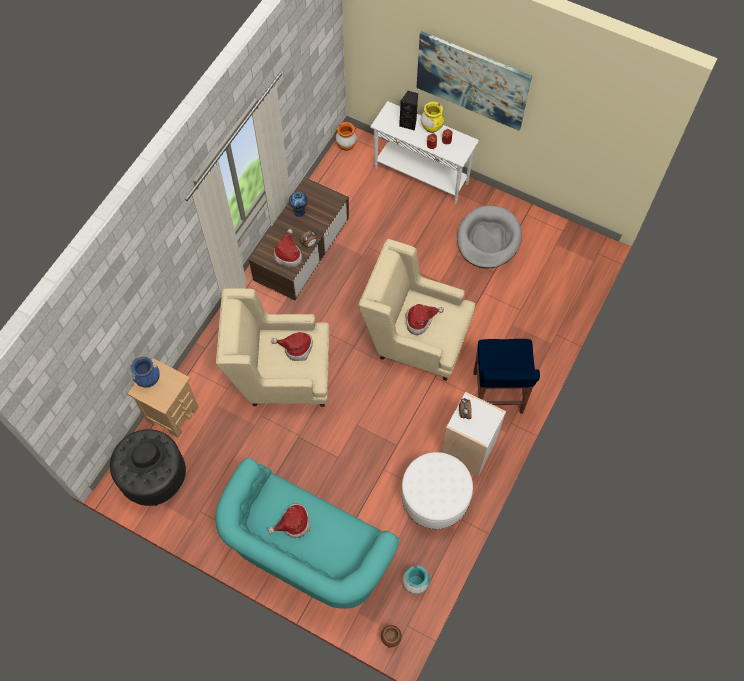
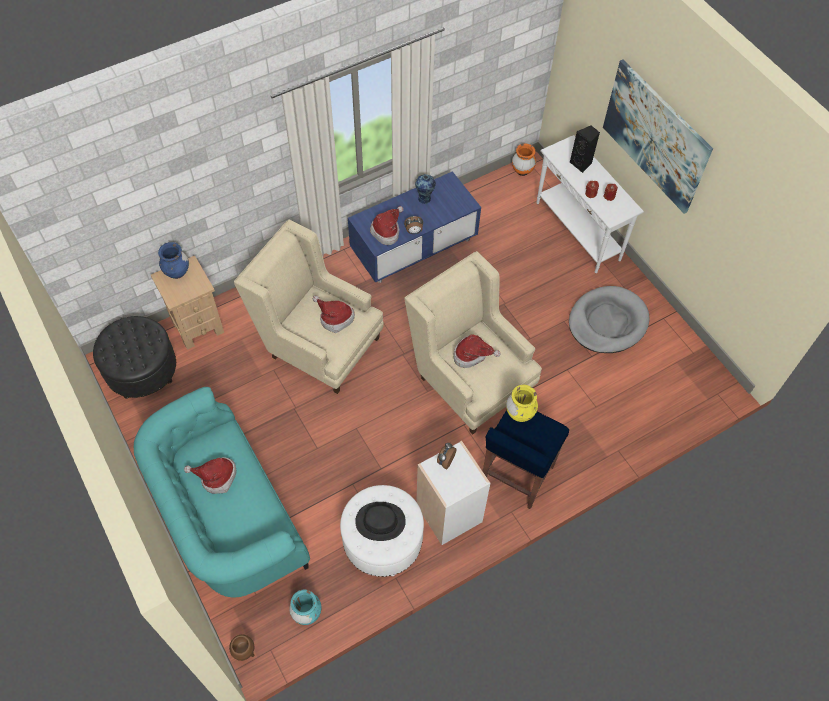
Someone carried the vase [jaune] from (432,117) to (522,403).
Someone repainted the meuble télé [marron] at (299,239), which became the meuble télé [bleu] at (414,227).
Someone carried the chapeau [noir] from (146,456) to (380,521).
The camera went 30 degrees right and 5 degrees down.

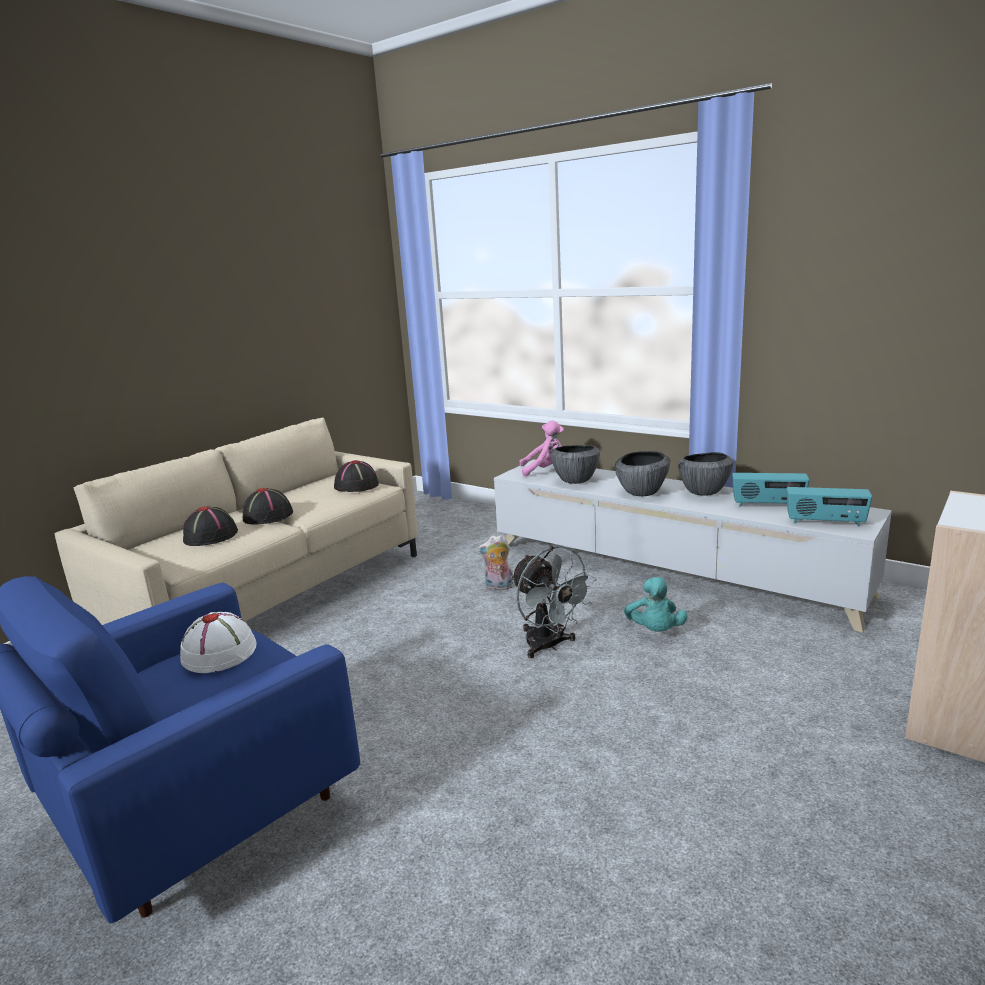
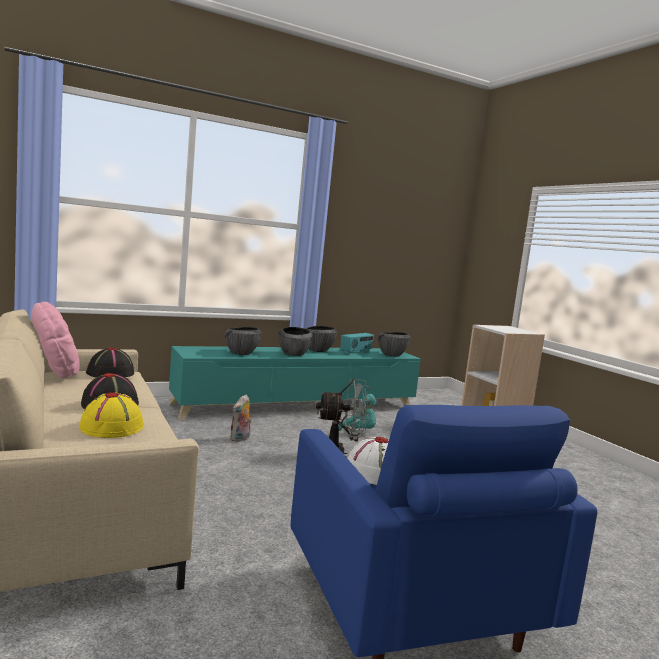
Someone took away the peluche [rose] at (541,448).
Someone repainted the meuble télé [blanc] at (693,546), which became the meuble télé [turquoise] at (295,383).
Someone swapped the radio at (829,506) for the bol at (394,344).
Someone repainted the chapeau [noir] at (210,526), which became the chapeau [jaune] at (111,415).
Someone put down the coussin [rose] at (55,340).
The camera went 65 degrees left and 10 degrees down.

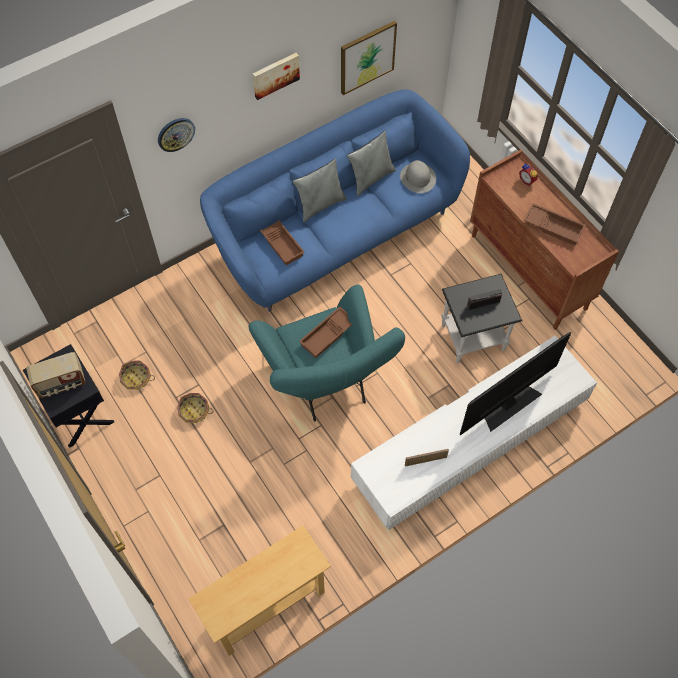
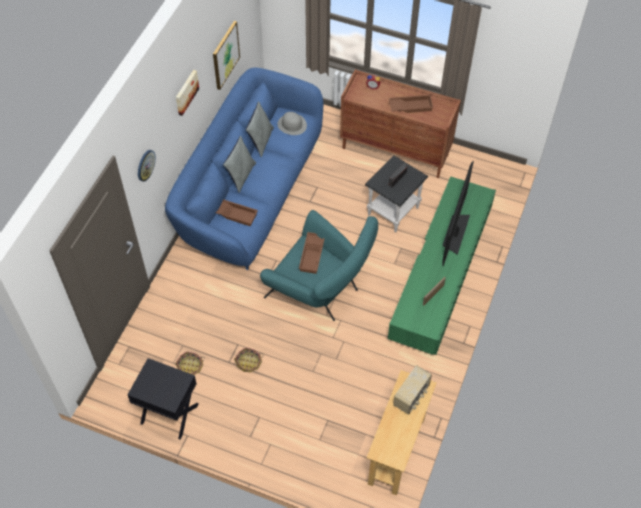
Someone repainted the meuble télé [blanc] at (474,433), which became the meuble télé [vert] at (442,265).
Someone carried the radio from (56,375) to (412,390).
The camera went 35 degrees left and 5 degrees down.

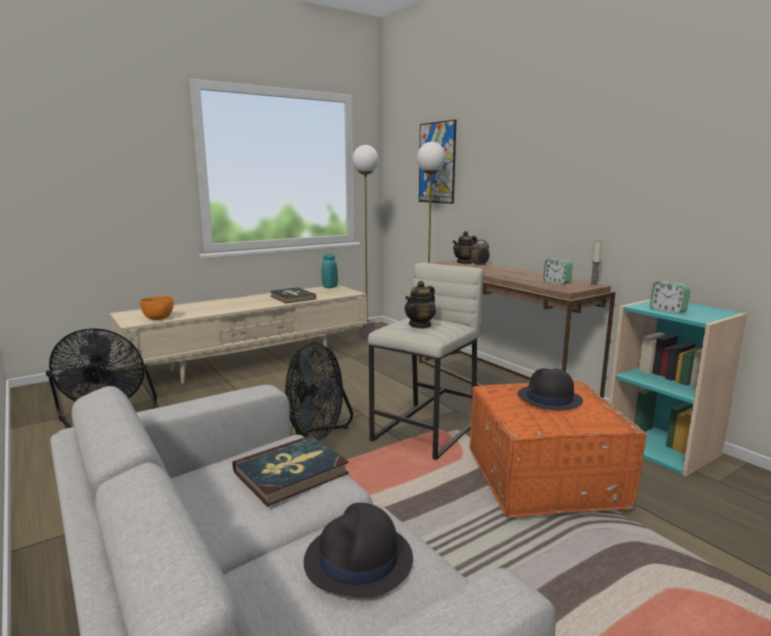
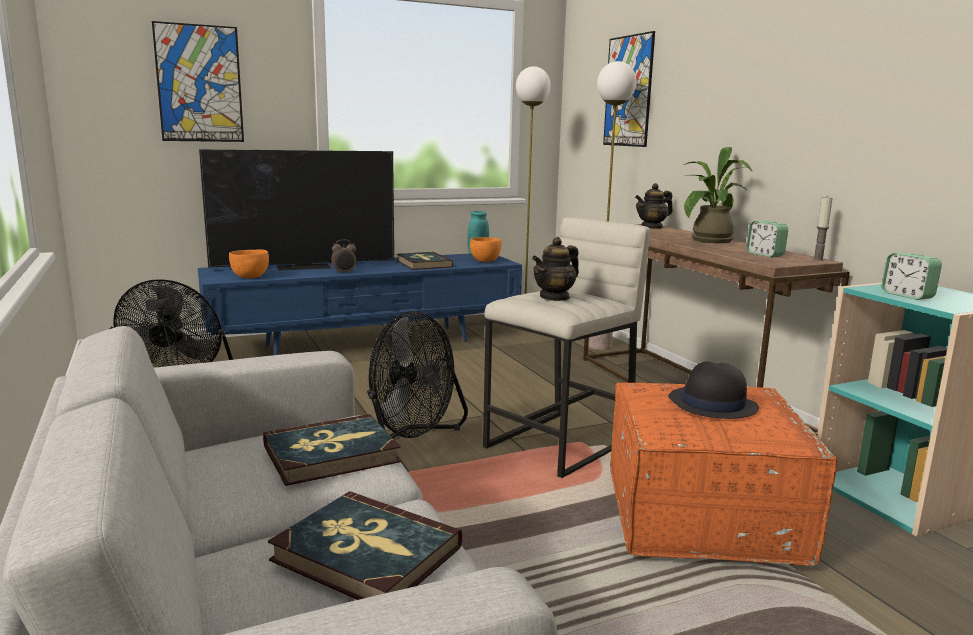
Someone carried the réveil from (480,253) to (343,256).
Someone repainted the meuble télé [beige] at (238,334), which became the meuble télé [bleu] at (360,304).
Someone swapped the chapeau [noir] at (358,549) for the livre at (365,545).
Someone put up the tableau at (198,81).
Someone put down the plante en pot at (717,195).
Someone put down the téléviseur at (296,210).
Someone put down the bol [orange] at (485,249).
The camera went 10 degrees right and 0 degrees up.

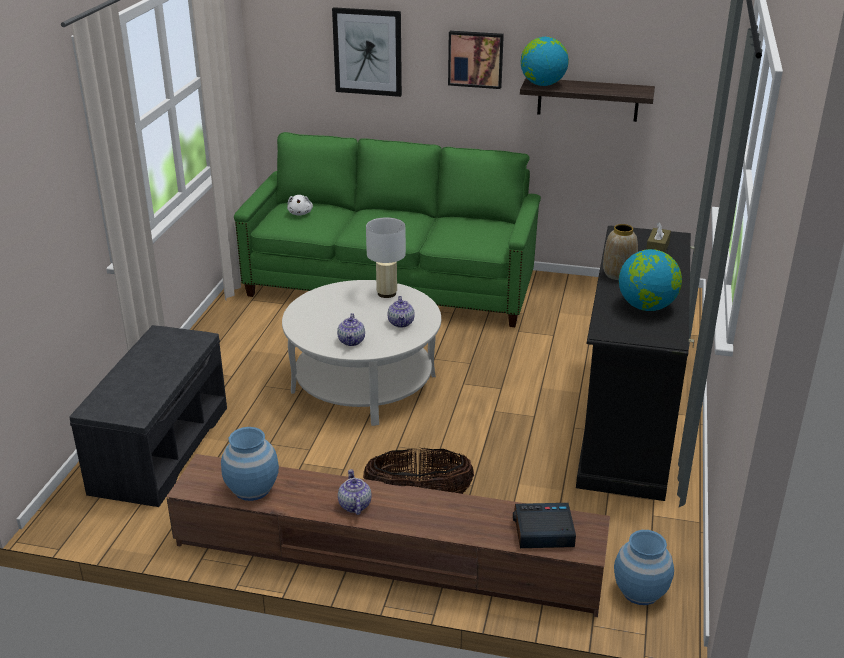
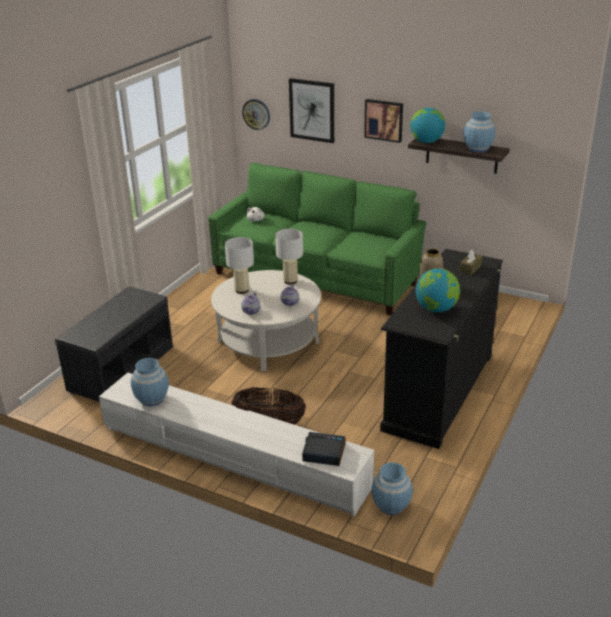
Someone repainted the meuble télé [marron] at (388,535), which became the meuble télé [blanc] at (237,445).
Someone took away the théière at (355,492).
Someone put up the horloge murale at (256,114).
Someone put down the vase [bleu] at (479,132).
Someone put down the lampe de table [blanc] at (239,265).
The camera went 15 degrees right and 0 degrees up.

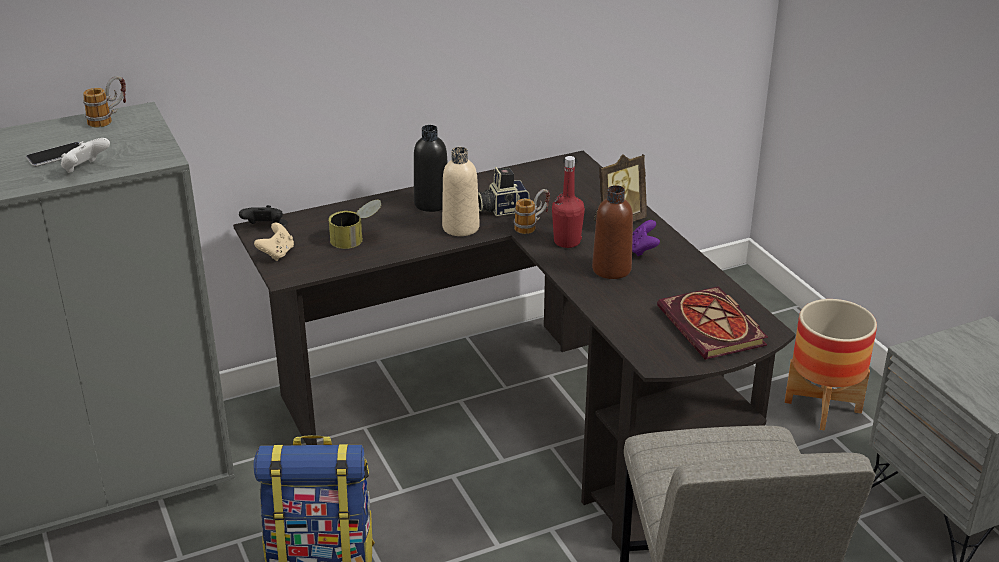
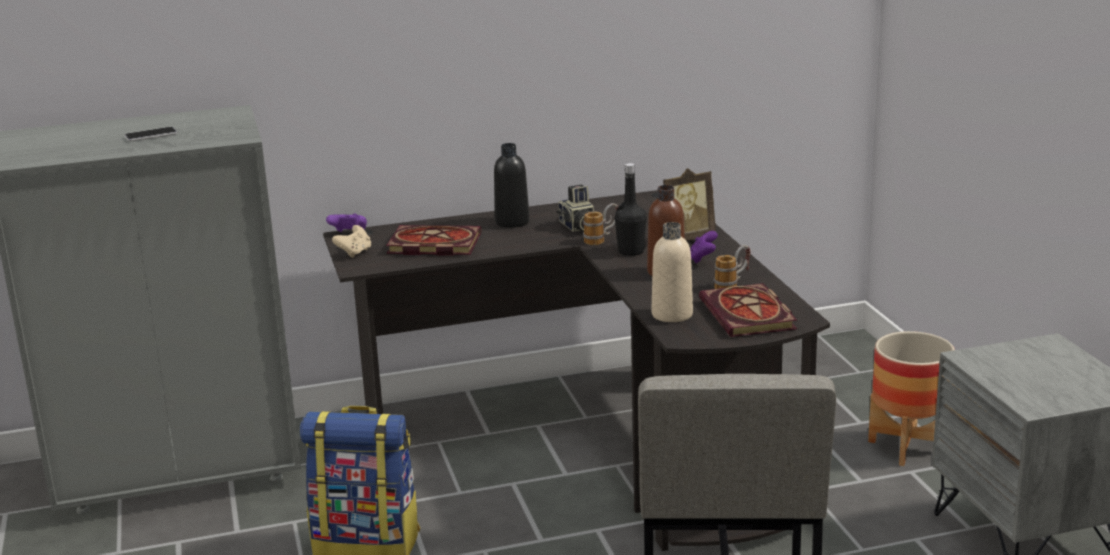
Someone carried the mug from (104,101) to (732,267).
Someone took away the manette [blanc] at (85,155).
Someone carried the bouteille [beige] from (461,191) to (672,272).
Someone repainted the bouteille [rouge] at (568,202), which became the bouteille [noir] at (631,209).
Someone rotated the appareil photo at (504,191) by 105 degrees counterclockwise.
Someone swapped the boîte métallique at (354,224) for the livre at (433,240).
Someone repainted the manette [noir] at (261,214), which became the manette [violet] at (346,222).
The camera went 10 degrees right and 10 degrees down.

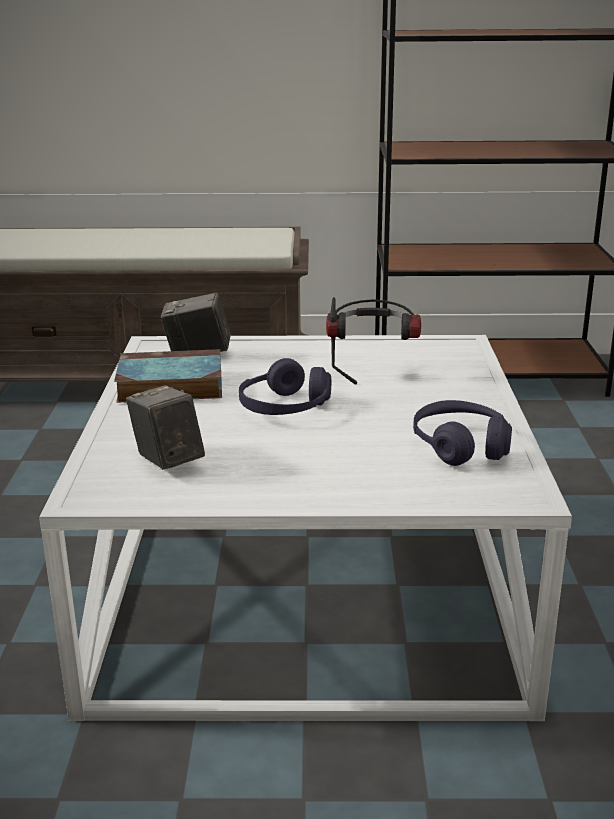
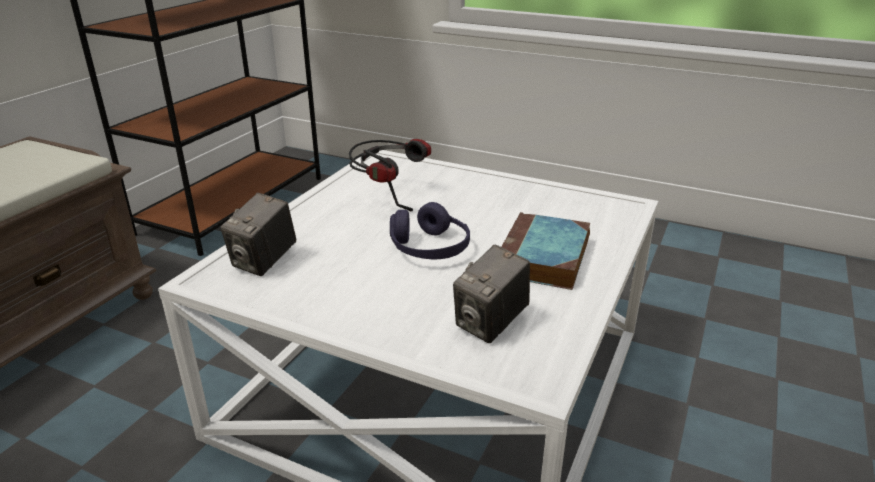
Someone carried the livre from (168,376) to (546,251).
Someone rotated the appareil photo at (165,427) by 45 degrees counterclockwise.
Someone took away the casque audio [violet] at (462,433).
The camera went 65 degrees left and 5 degrees up.

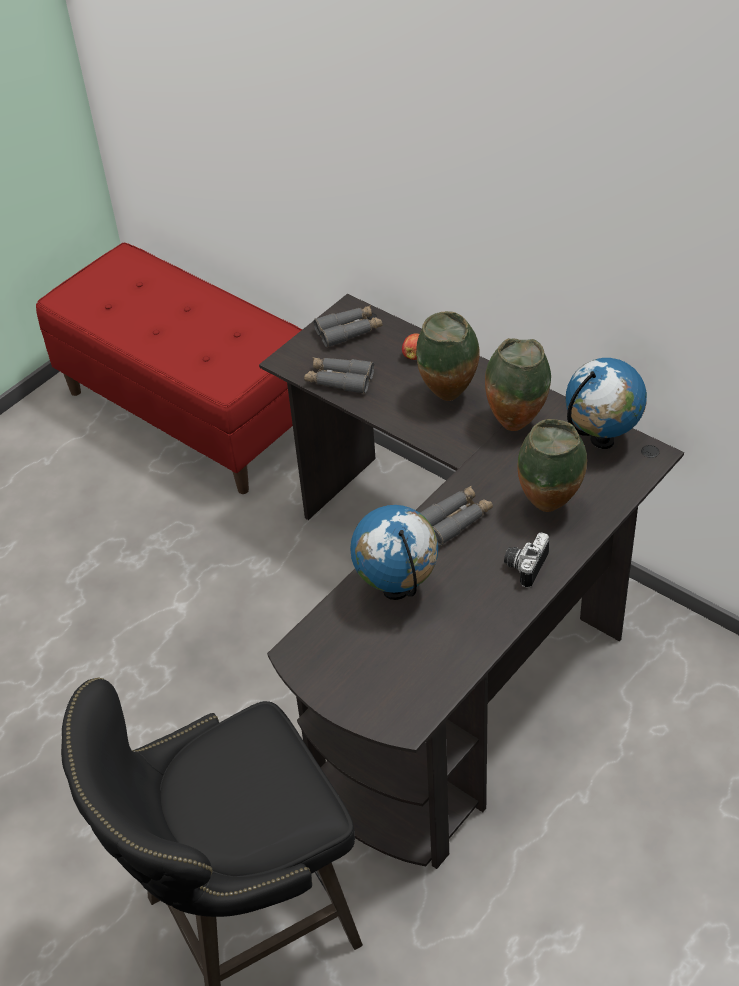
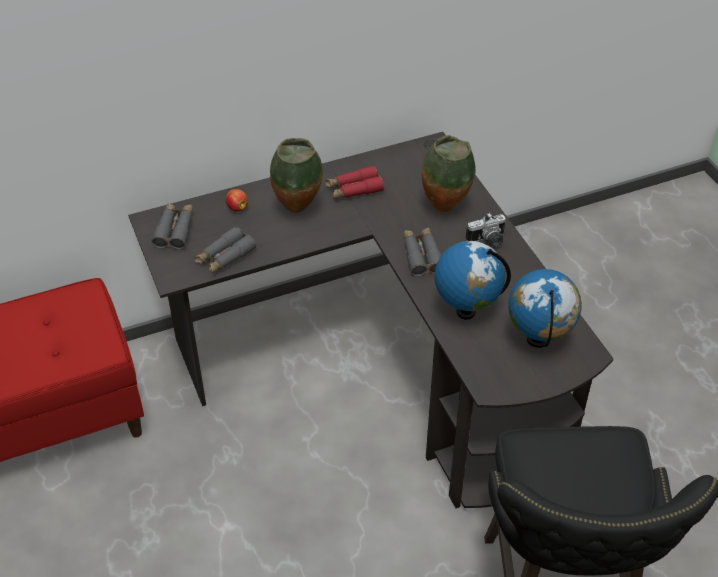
Someone swapped the vase at (518,384) for the jumelles [rouge] at (354,182).
Someone carried the globe from (606,403) to (545,308).
Someone rotated the appareil photo at (526,560) by 75 degrees counterclockwise.
The camera went 65 degrees left and 0 degrees up.

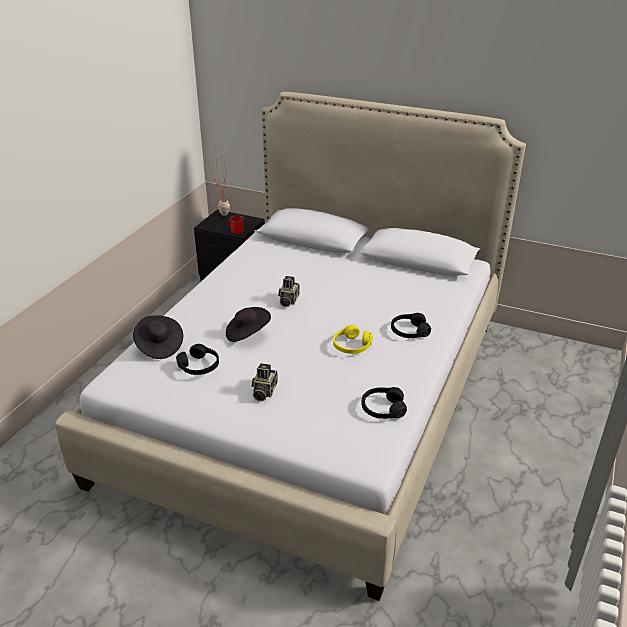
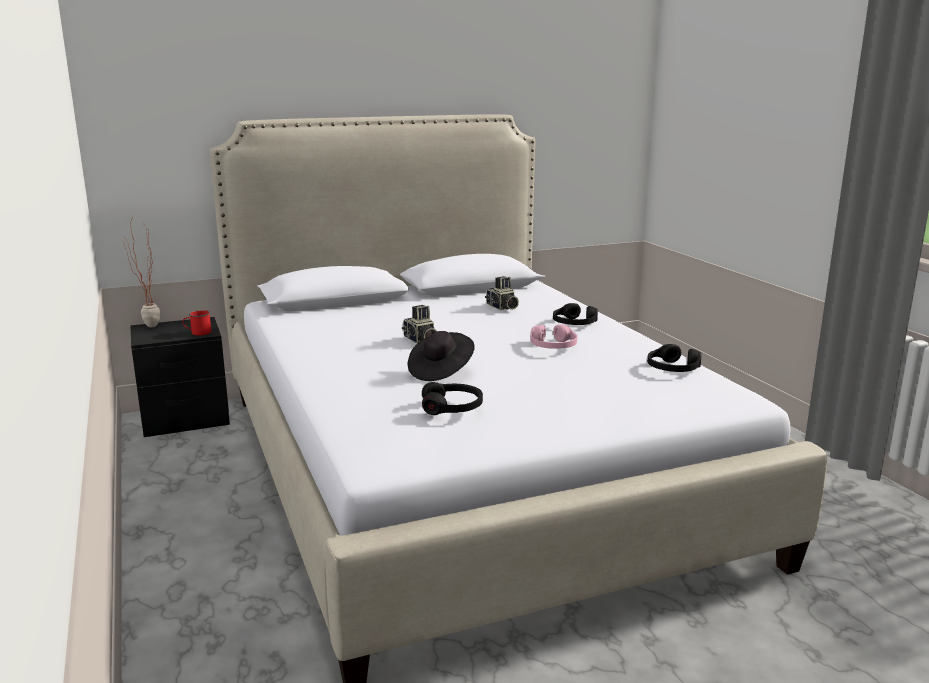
Someone took away the chapeau [noir] at (158,337).
Someone repainted the casque audio [jaune] at (353,339), which became the casque audio [rose] at (553,336).
Someone carried the appareil photo from (265,382) to (502,293).
The camera went 45 degrees left and 15 degrees down.

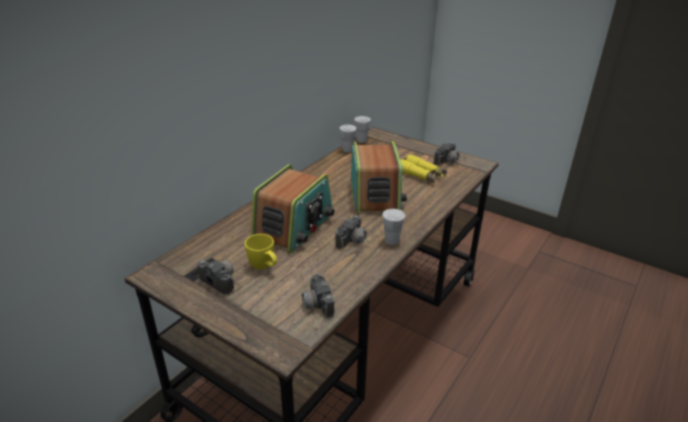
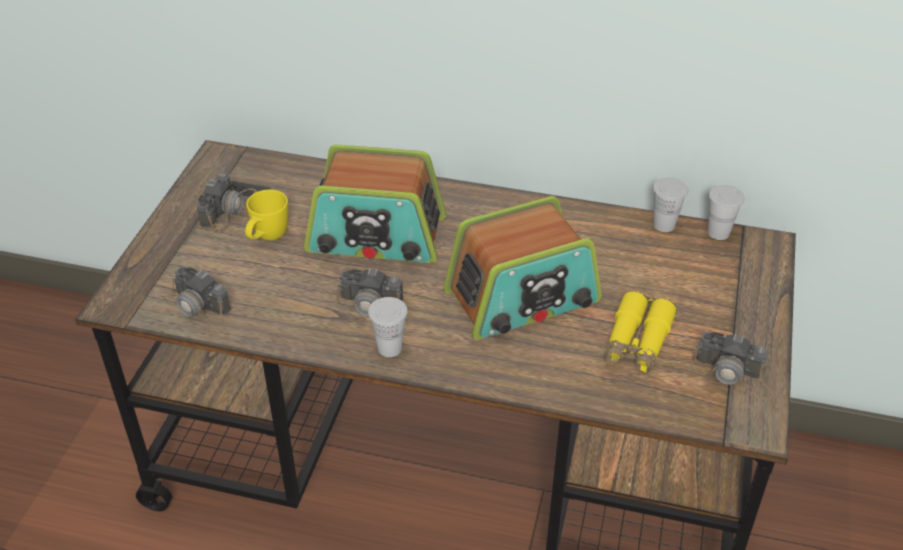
Someone rotated the appareil photo at (318,301) by 105 degrees counterclockwise.
The camera went 70 degrees right and 10 degrees up.

